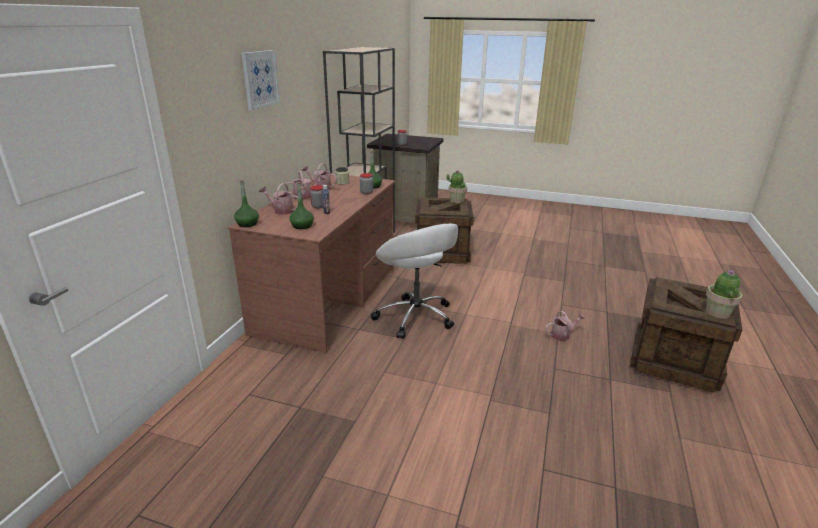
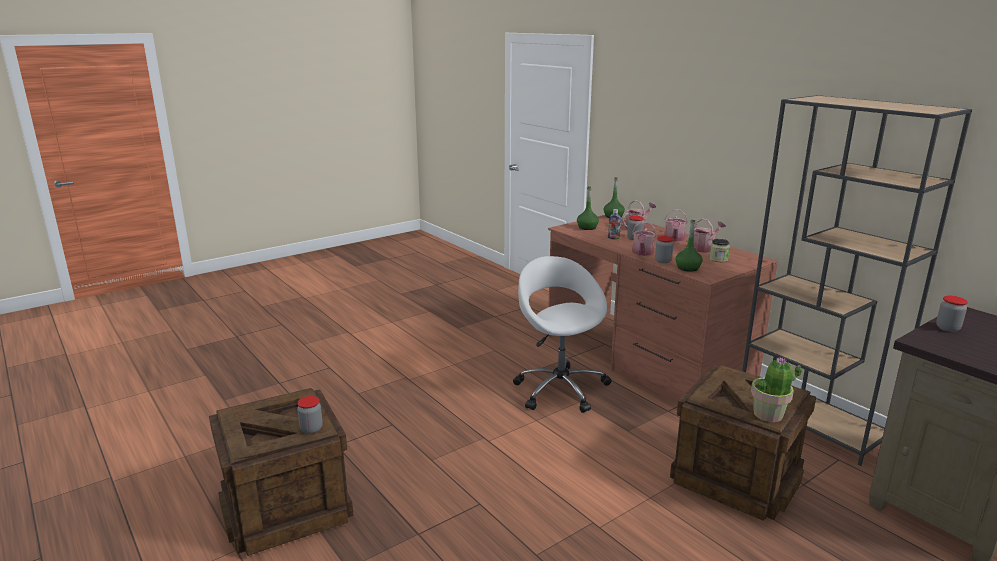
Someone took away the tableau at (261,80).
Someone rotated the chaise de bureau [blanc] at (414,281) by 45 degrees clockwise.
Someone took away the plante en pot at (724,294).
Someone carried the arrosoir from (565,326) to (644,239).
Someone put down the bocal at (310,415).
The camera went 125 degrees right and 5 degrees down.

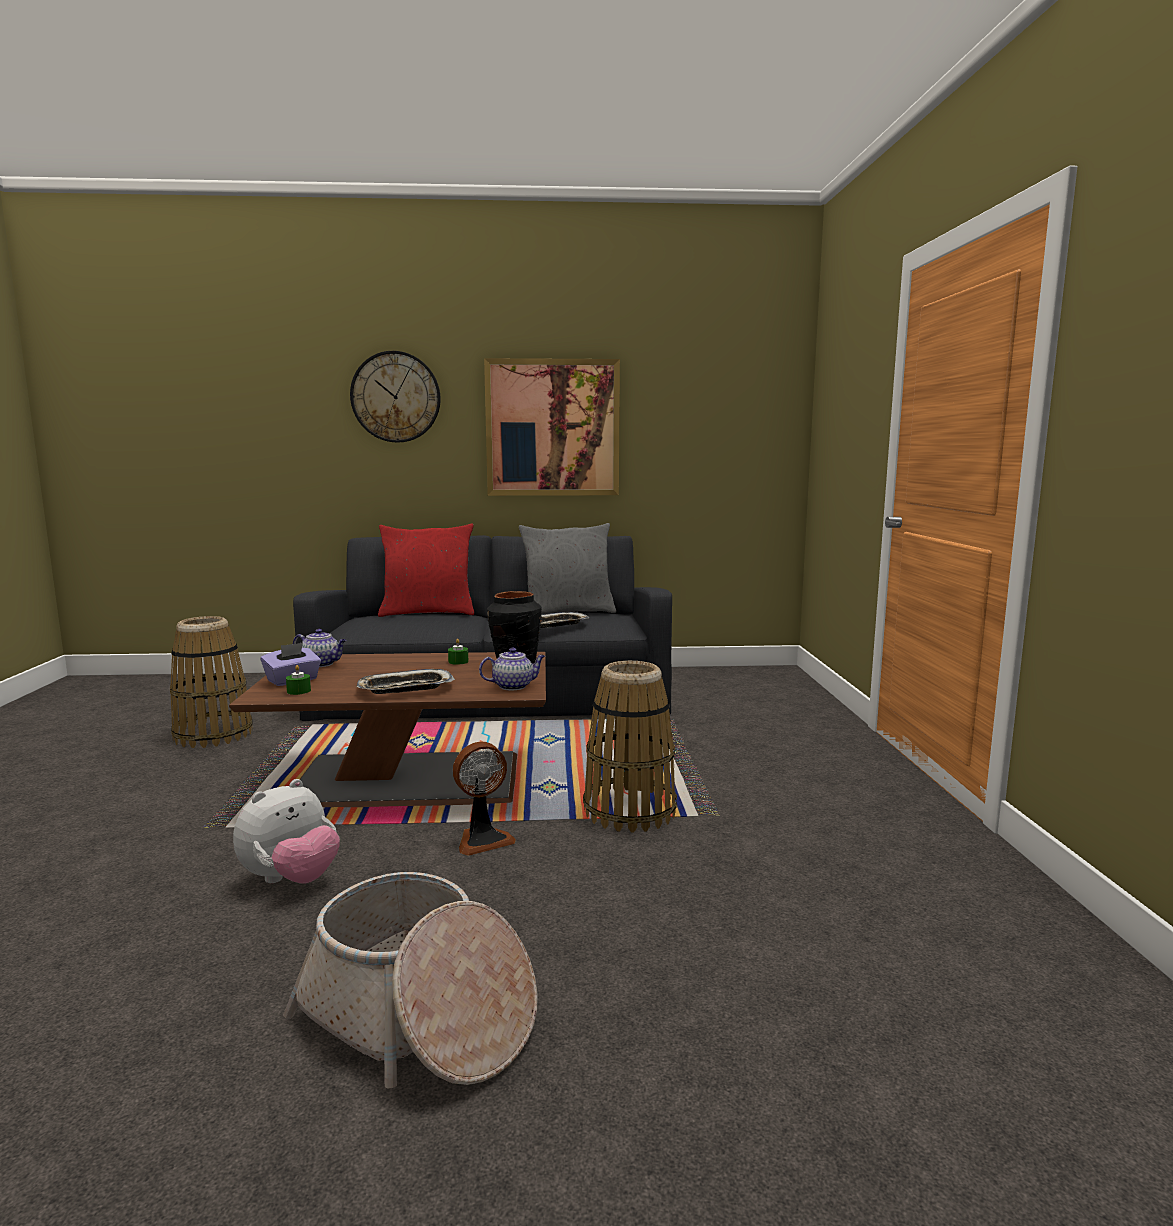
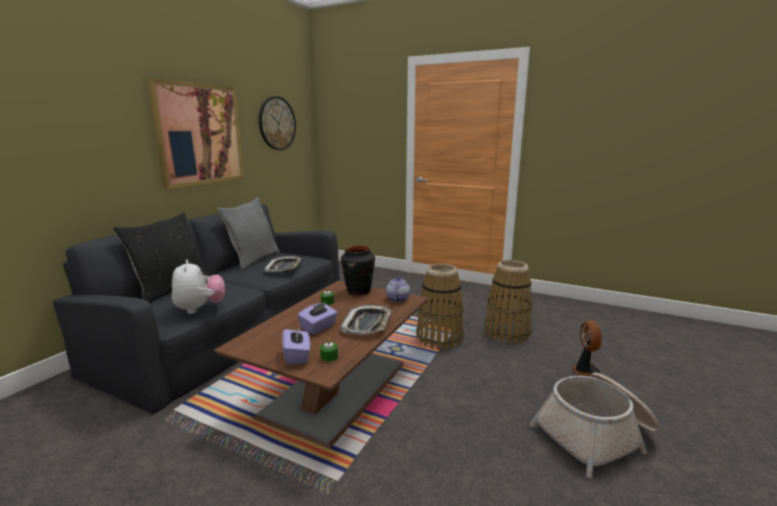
Someone carried the horloge murale from (395,397) to (277,123).
Someone repainted the coussin [rouge] at (426,570), which became the coussin [noir] at (161,257).
Someone carried the panier from (211,682) to (508,302).
Someone took away the théière at (320,648).
Someone carried the ventilateur from (484,798) to (587,348).
Someone carried the peluche from (286,831) to (198,287).
Someone put down the boîte à mouchoirs [violet] at (317,318).
The camera went 60 degrees left and 5 degrees up.

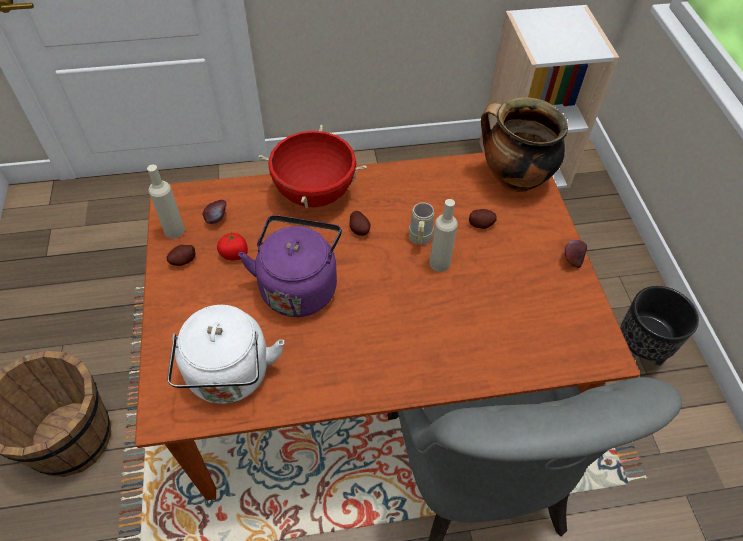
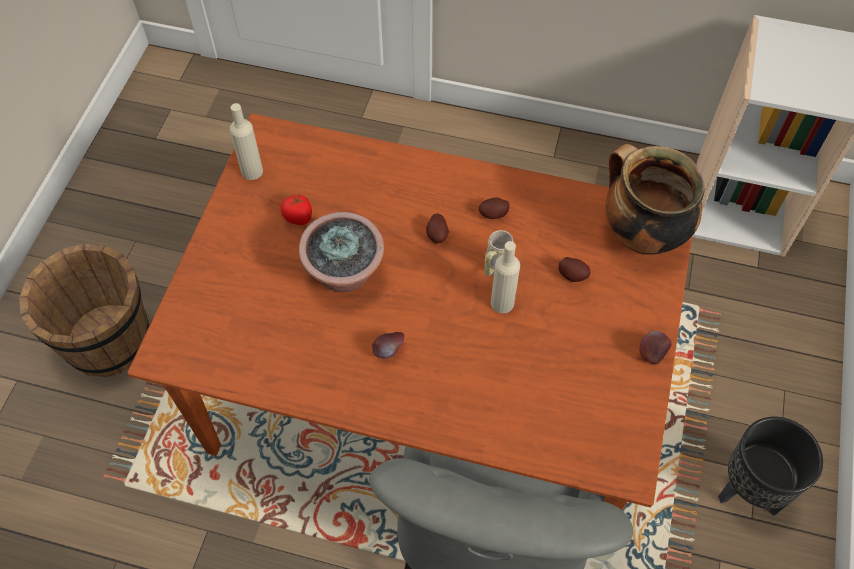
Someone took away the marmite [rouge] at (313,166).
Someone carried the pomme from (214,212) to (388,345).
Someone swapped the bouilloire [violet] at (290,266) for the plante en pot at (341,252).
Someone carried the pomme de terre from (181,255) to (494,208).
Someone took away the bouilloire [blanc] at (225,354).
The camera went 25 degrees right and 5 degrees up.

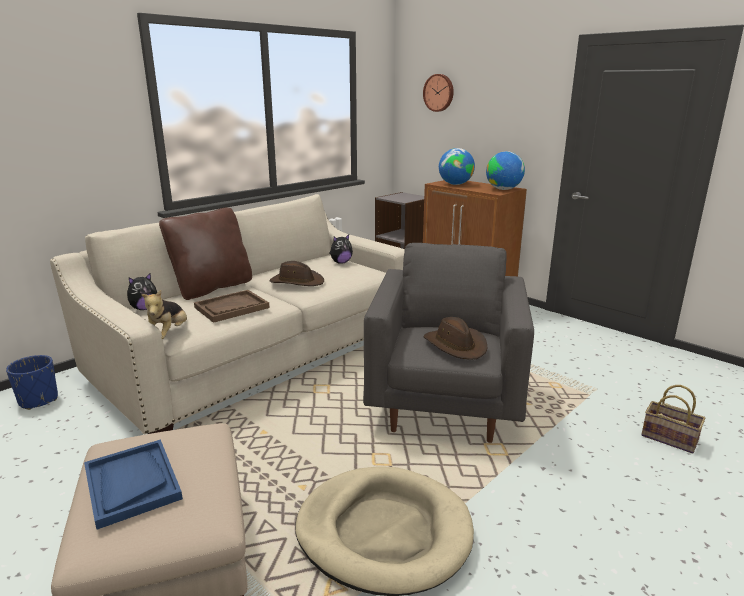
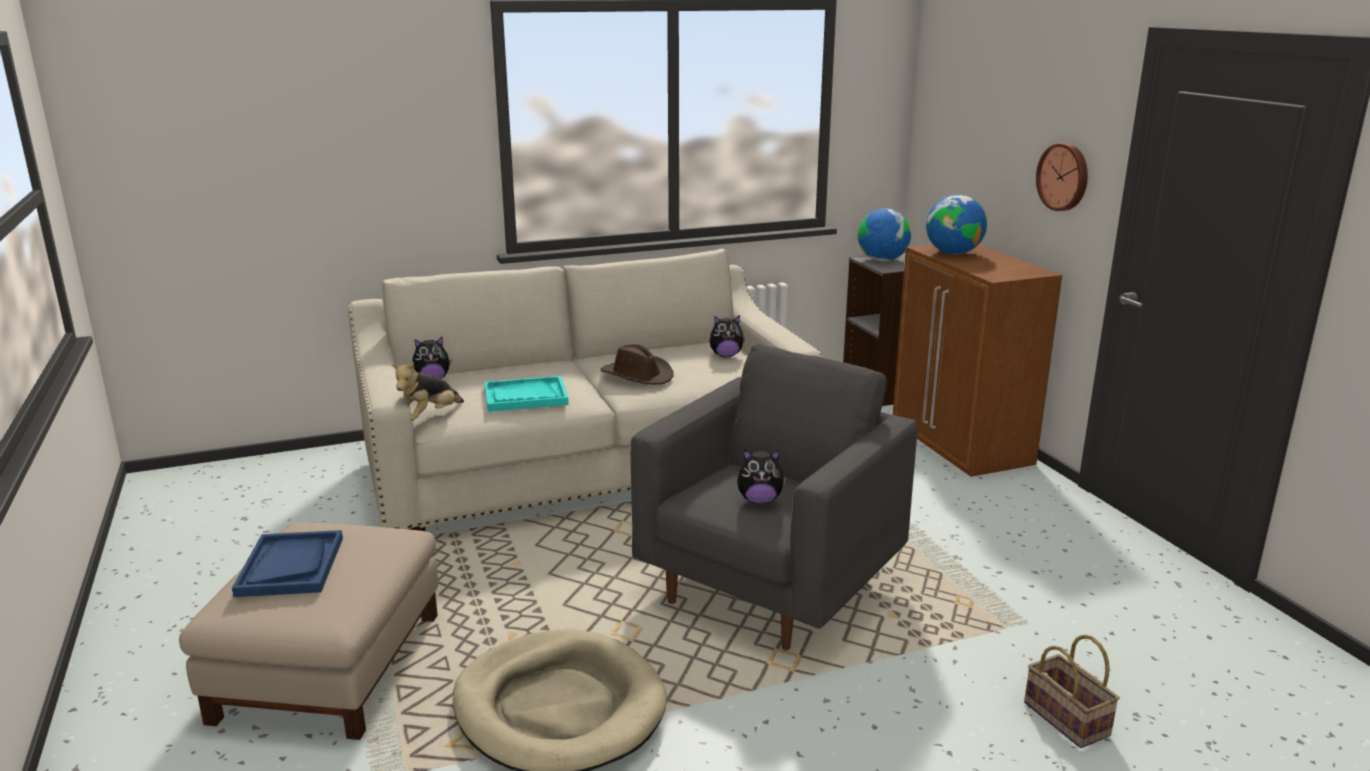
Someone carried the horloge murale from (438,93) to (1062,177).
Someone carried the globe from (505,170) to (884,235).
Someone took away the coussin [marron] at (205,254).
Someone repainted the plateau [marron] at (232,306), which became the plateau [turquoise] at (526,394).
Someone swapped the chapeau [marron] at (456,338) for the peluche at (761,476).
Someone took away the cache-pot [bleu] at (32,382).
The camera went 25 degrees right and 0 degrees up.

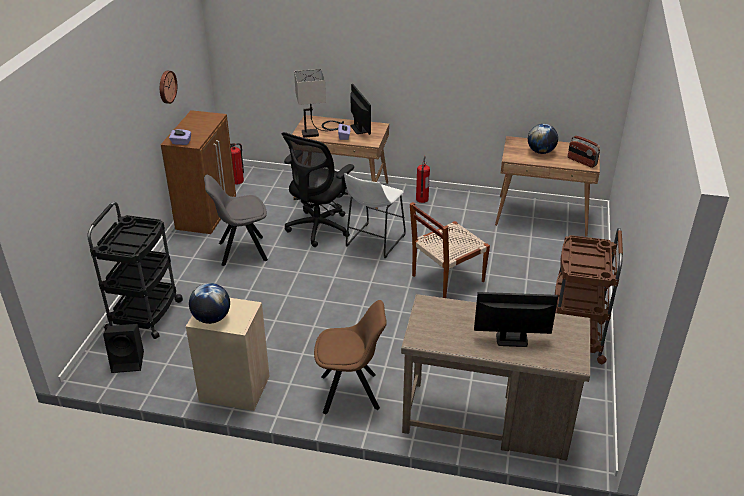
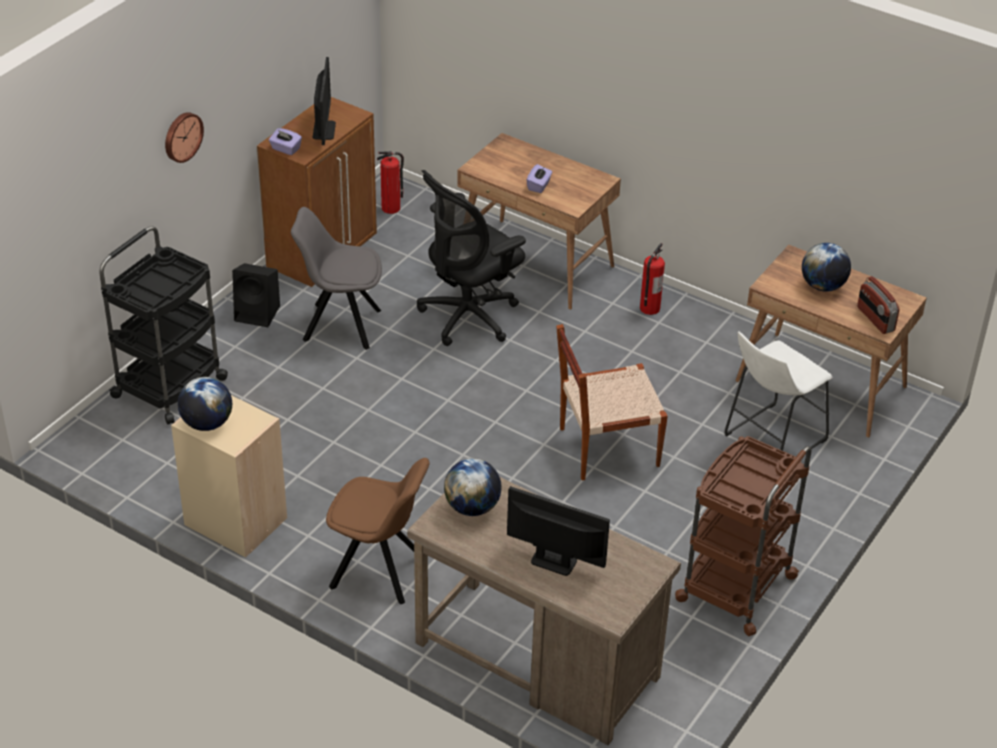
Someone took away the lampe de table at (319,103).
Someone carried the horloge murale from (168,87) to (184,137).
Someone carried the écran d'ordinateur from (360,109) to (324,101).
Someone carried the tabouret [blanc] from (375,215) to (778,391).
Someone carried the enceinte [noir] from (123,348) to (256,295).
Someone put down the globe at (473,487).
The camera went 20 degrees right and 5 degrees up.

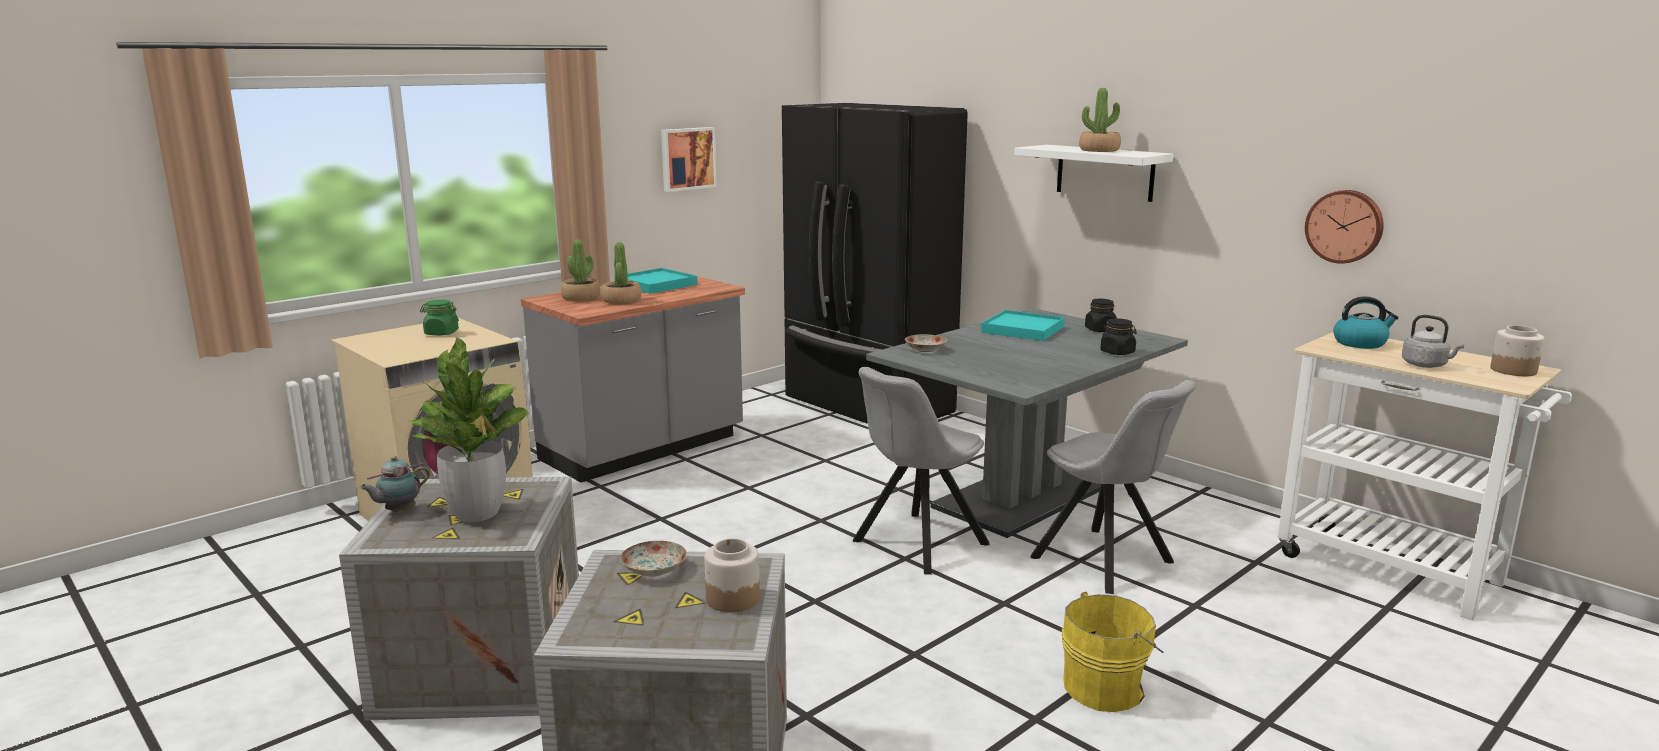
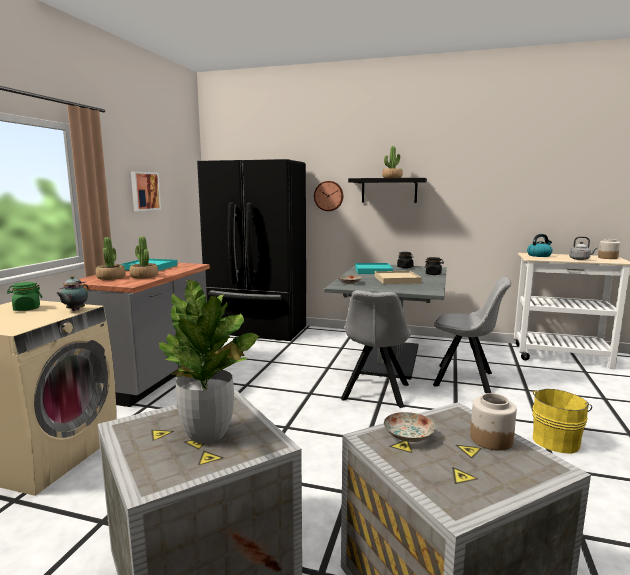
Someone repainted the étagère [blanc] at (1093,173), which became the étagère [noir] at (387,190).
Someone carried the horloge murale from (1344,227) to (328,196).
Someone carried the théière from (395,484) to (72,293).
Someone put down the plateau [beige] at (398,277).
The camera went 30 degrees left and 5 degrees down.

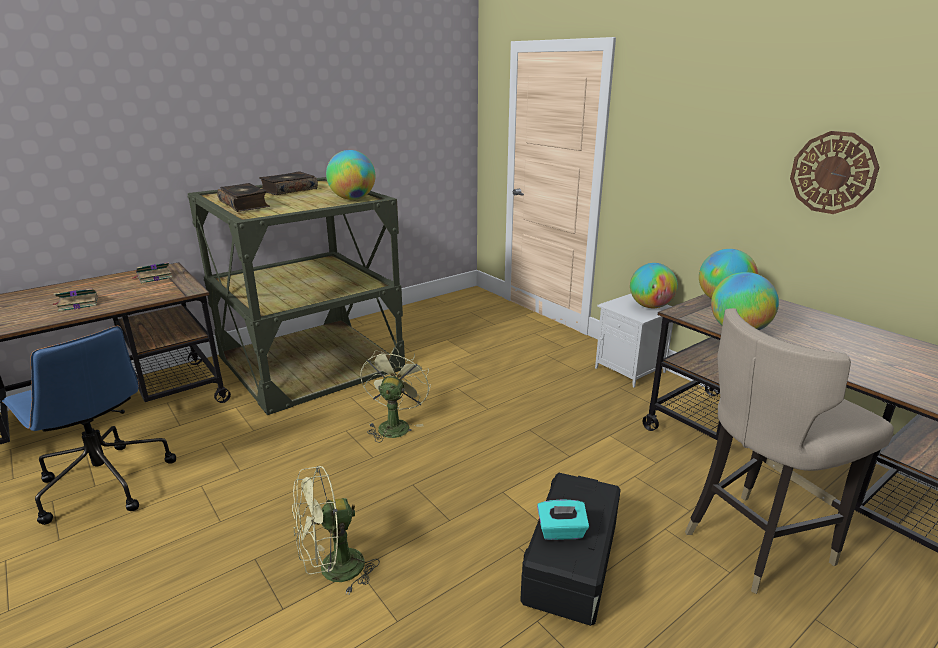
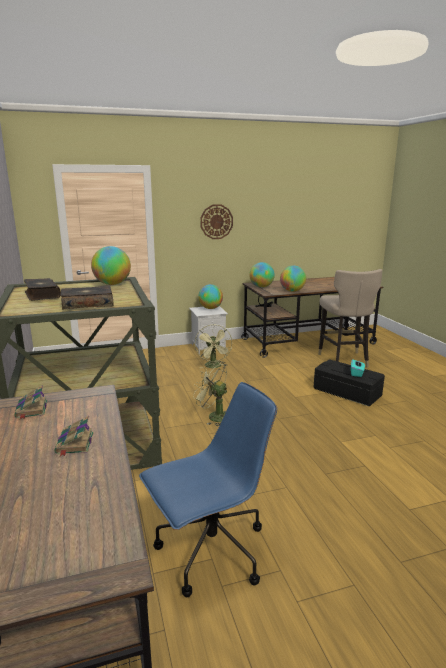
Someone carried the horloge murale from (834,172) to (216,221).
Someone carried the ventilateur [vert] from (336,530) to (213,346).
The camera went 70 degrees left and 5 degrees down.

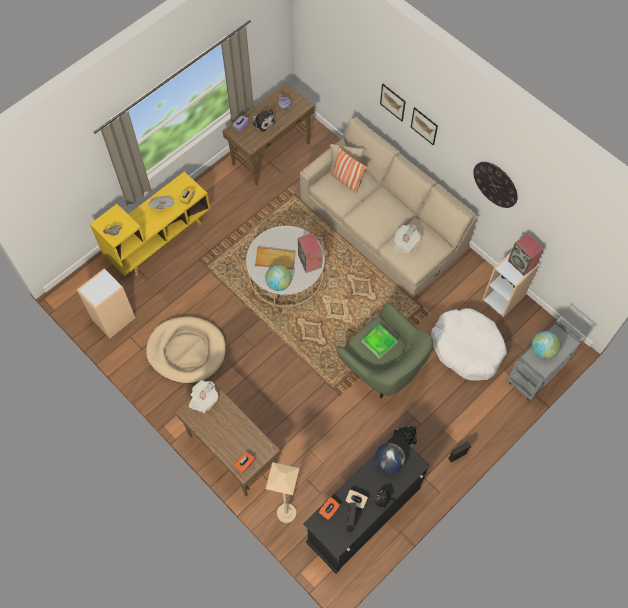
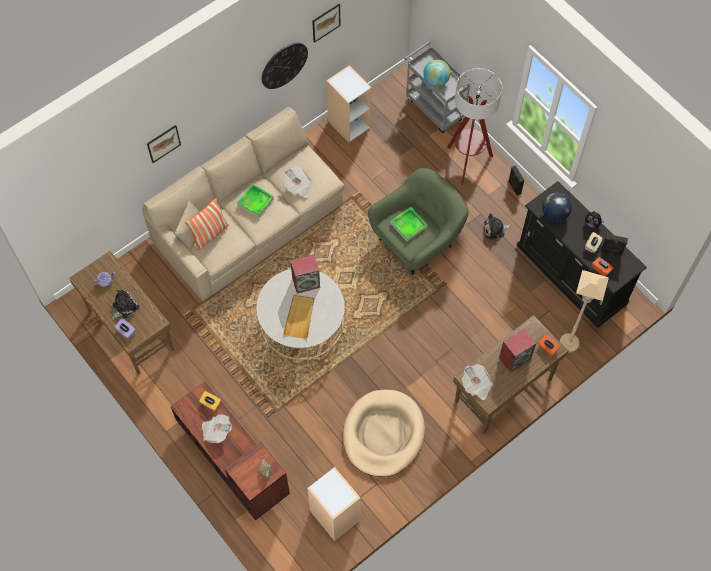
Someone carried the tableau from (424,126) to (326,23).
Someone repainted the meuble télé [jaune] at (150,224), which became the meuble télé [marron] at (230,451).
Someone carried the enceinte from (526,254) to (517,350).
Someone took away the globe at (278,278).
Someone took away the panier pour chien [blanc] at (469,344).
Someone put down the lampadaire at (474,126).
Someone put down the plateau at (255,201).
The camera went 85 degrees left and 0 degrees up.

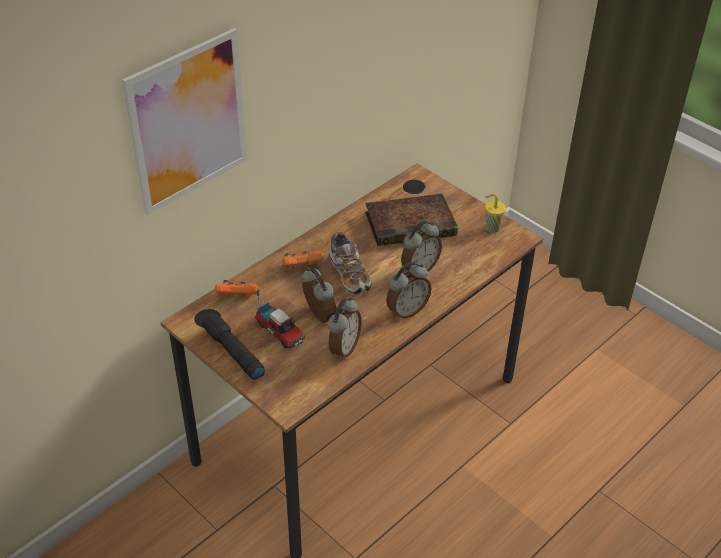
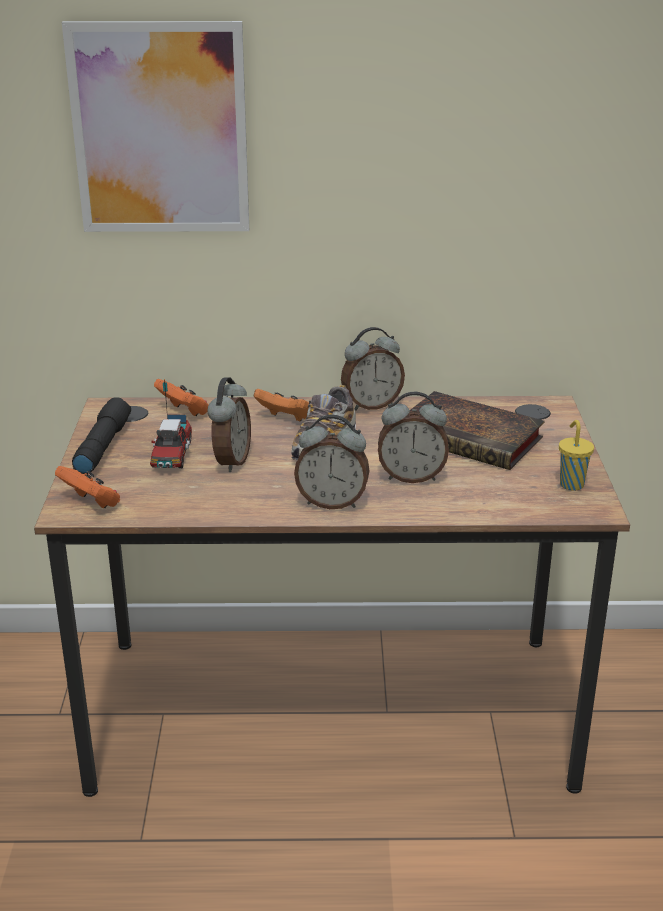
Someone carried the réveil from (345,328) to (373,369).
Someone put down the manette [orange] at (87,487).
The camera went 45 degrees right and 15 degrees down.

